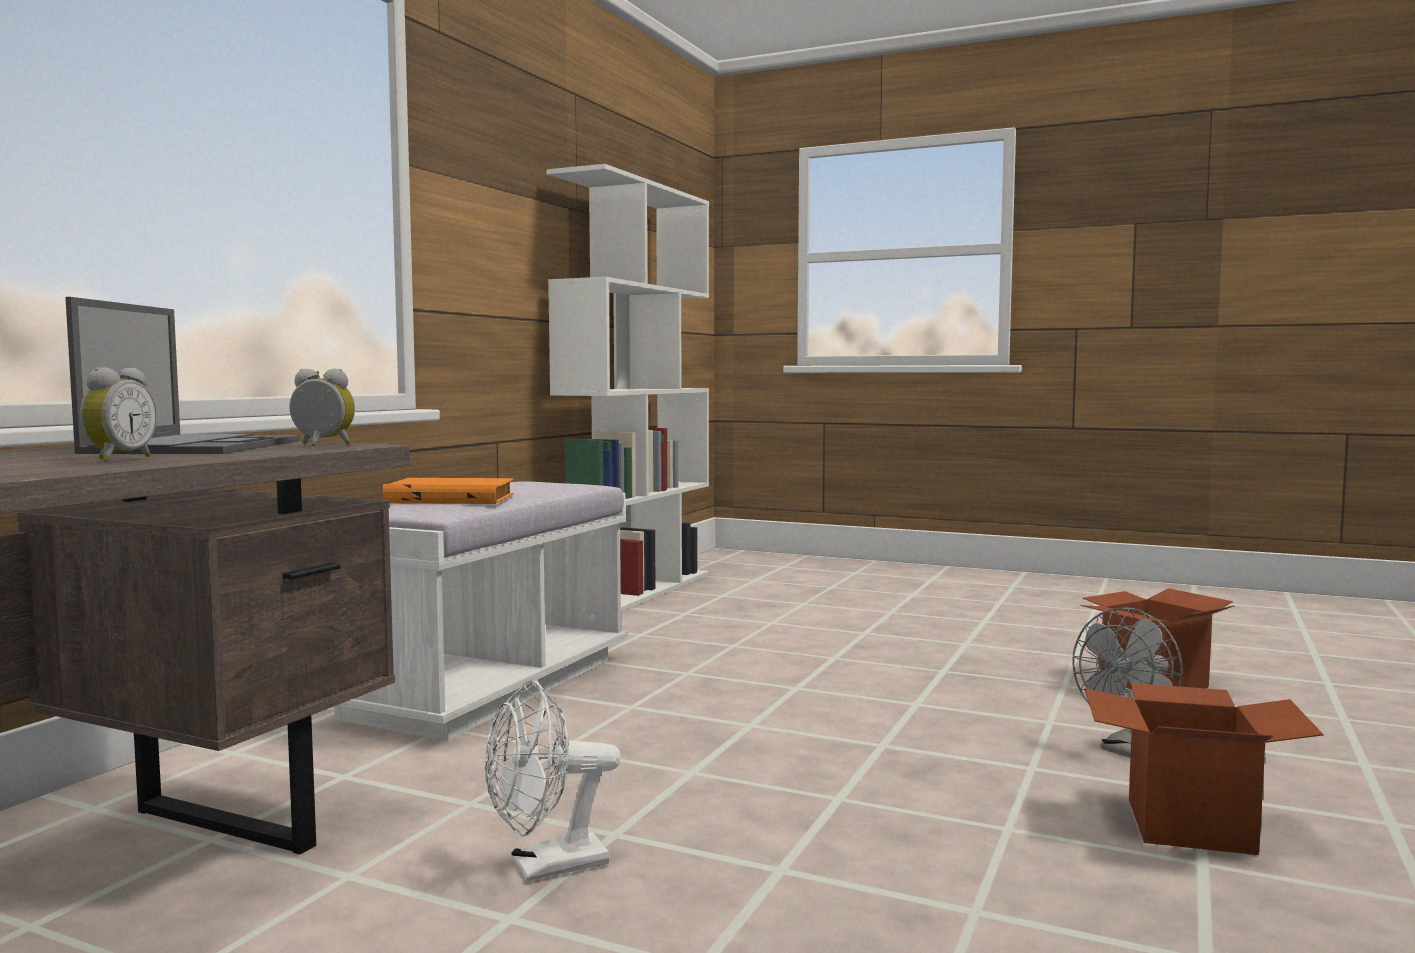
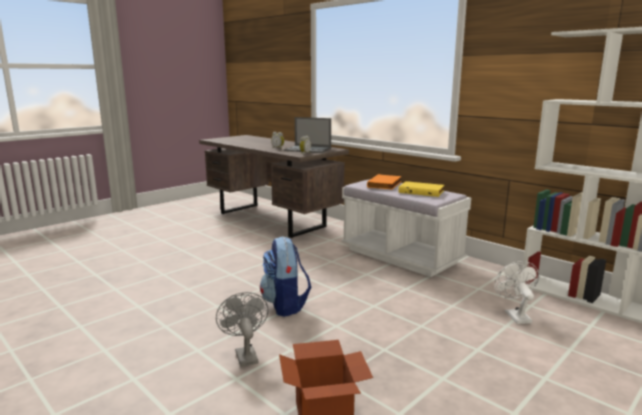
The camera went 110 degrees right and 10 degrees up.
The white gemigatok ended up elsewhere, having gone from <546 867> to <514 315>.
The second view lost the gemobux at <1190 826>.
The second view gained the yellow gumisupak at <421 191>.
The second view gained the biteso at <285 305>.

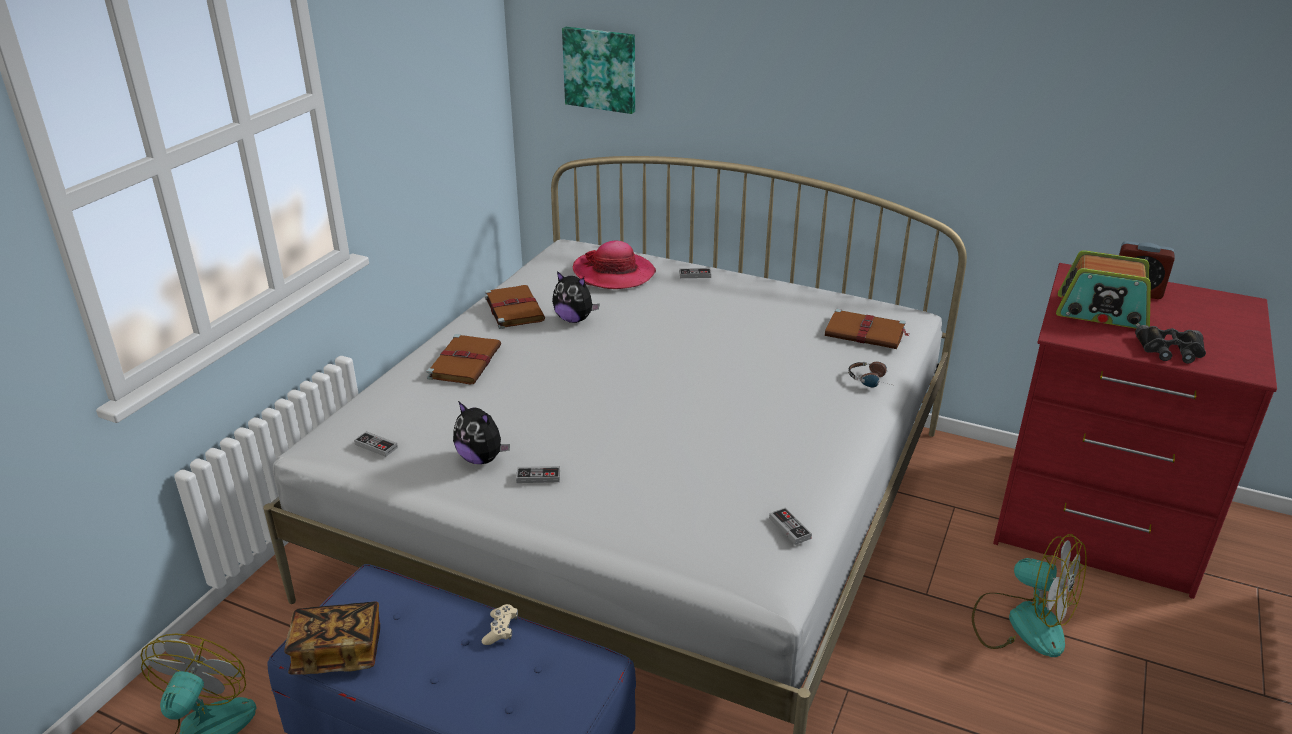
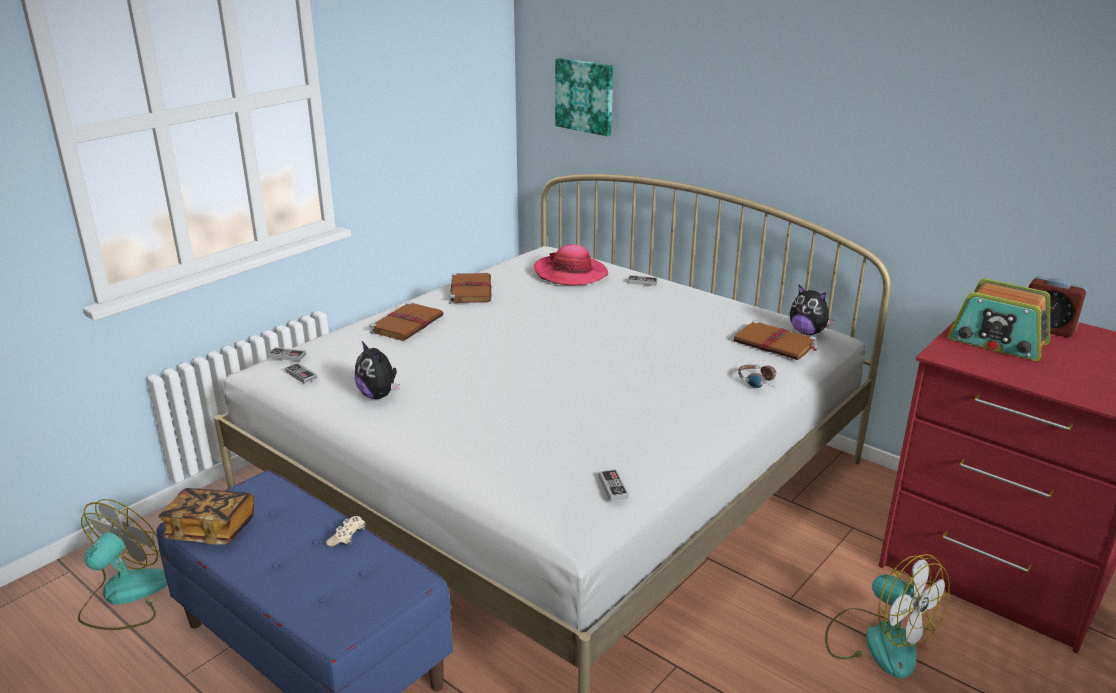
The camera went 15 degrees right and 5 degrees down.
The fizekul ended up elsewhere, having gone from <574 319> to <808 332>.
The second view lost the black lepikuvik at <1170 350>.
The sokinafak ended up elsewhere, having gone from <538 477> to <287 356>.

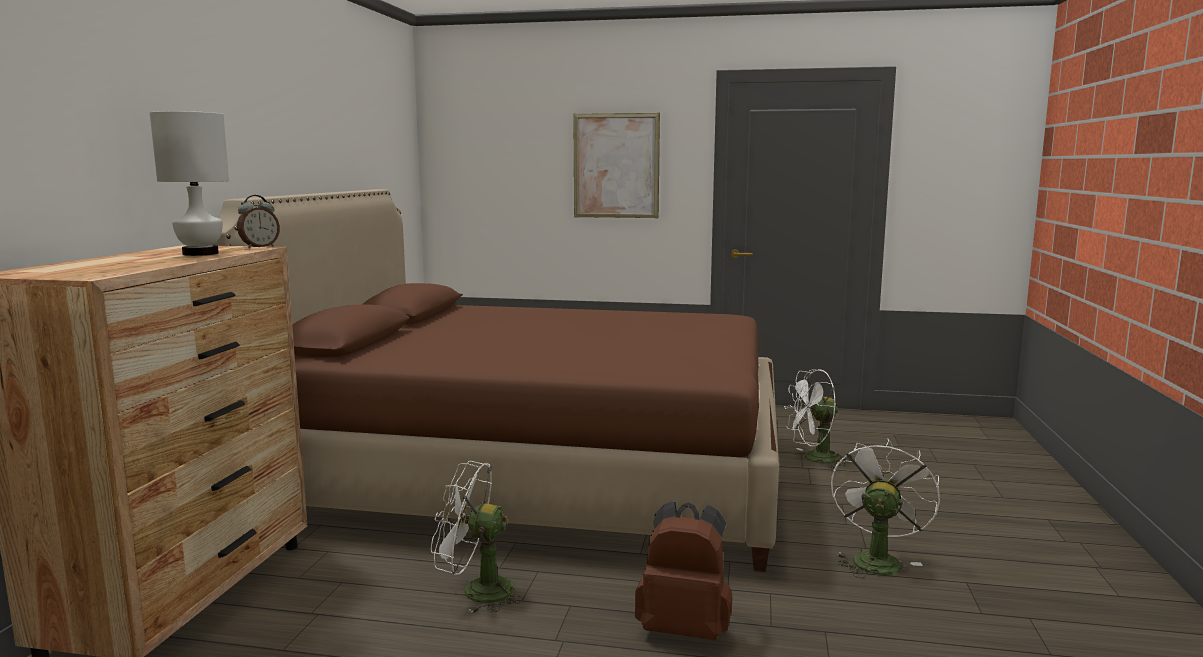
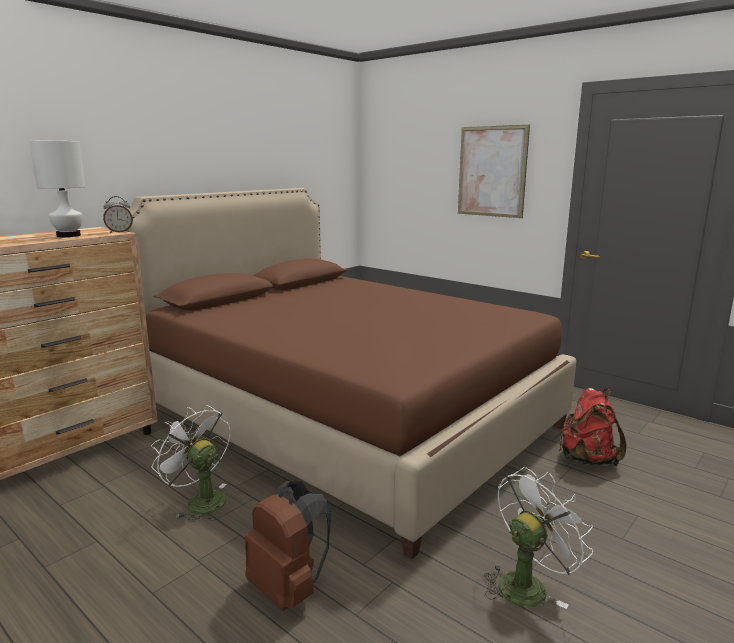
The camera went 30 degrees right and 5 degrees up.
Where the white gemigatok stood at <814 459>, the red biteso came to stand at <587 460>.

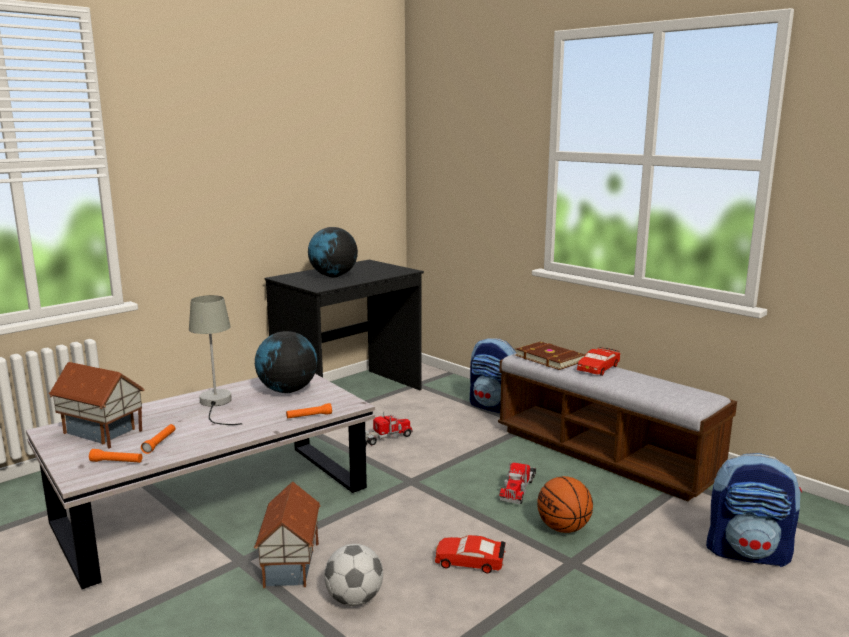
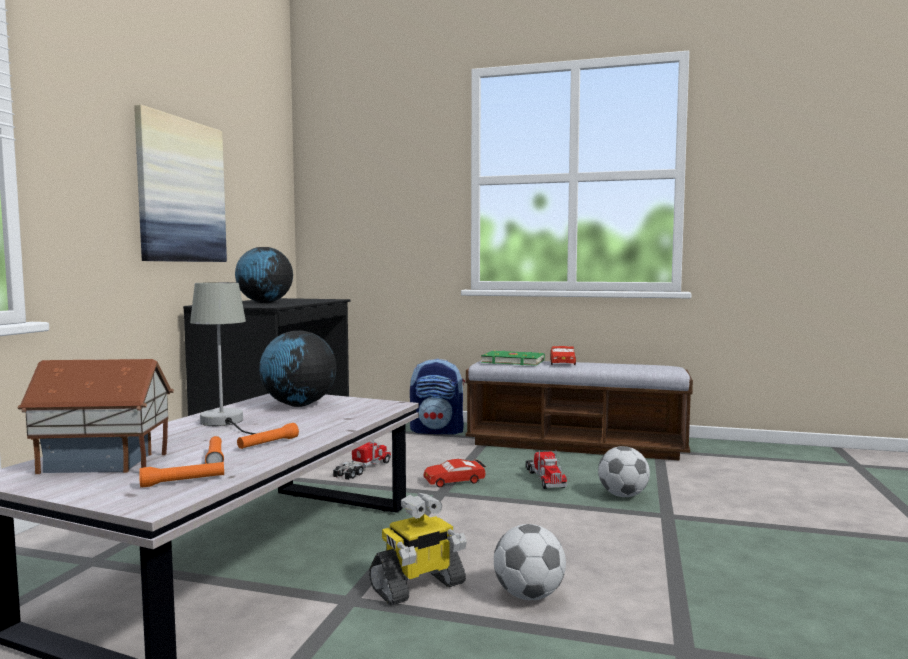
The camera went 30 degrees left and 10 degrees down.
What was the brown gumisupak at <550 358> turned into the green gumisupak at <513 361>.
The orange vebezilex ended up elsewhere, having gone from <309 416> to <268 444>.
The second view lost the biteso at <748 553>.
Where the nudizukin stood at <563 528>, the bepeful came to stand at <623 495>.
Where the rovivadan stood at <292 565>, the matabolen came to stand at <418 586>.
The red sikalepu ended up elsewhere, having gone from <470 561> to <454 480>.
The second view gained the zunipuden at <181 191>.

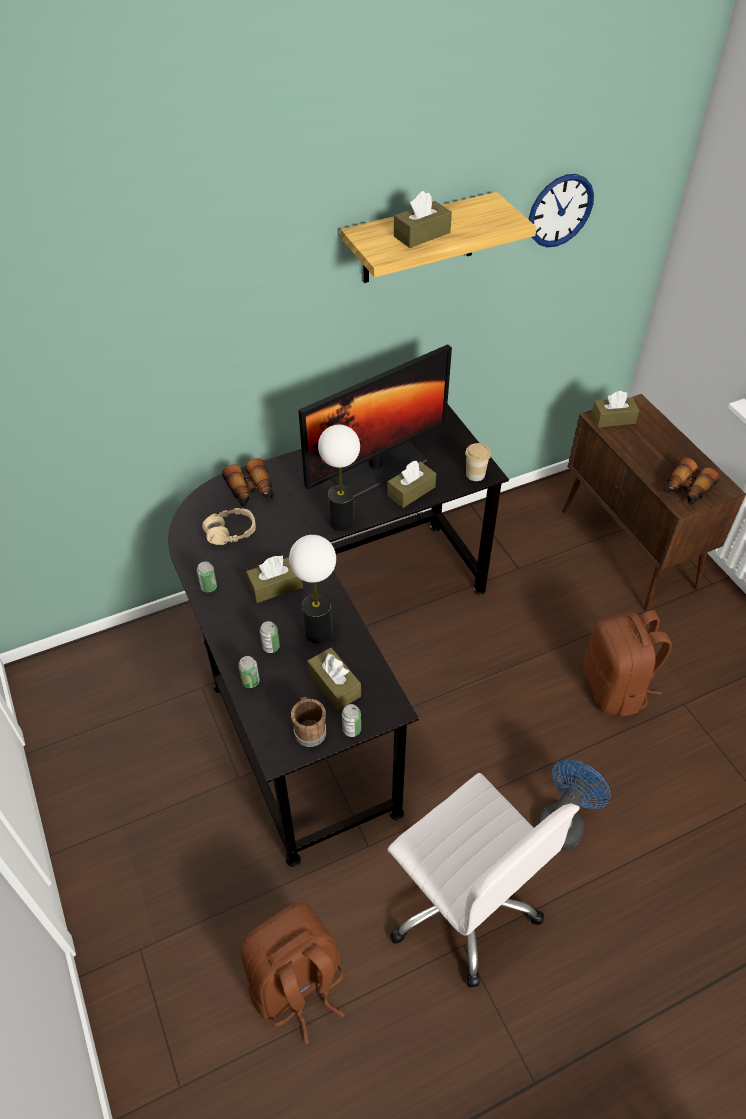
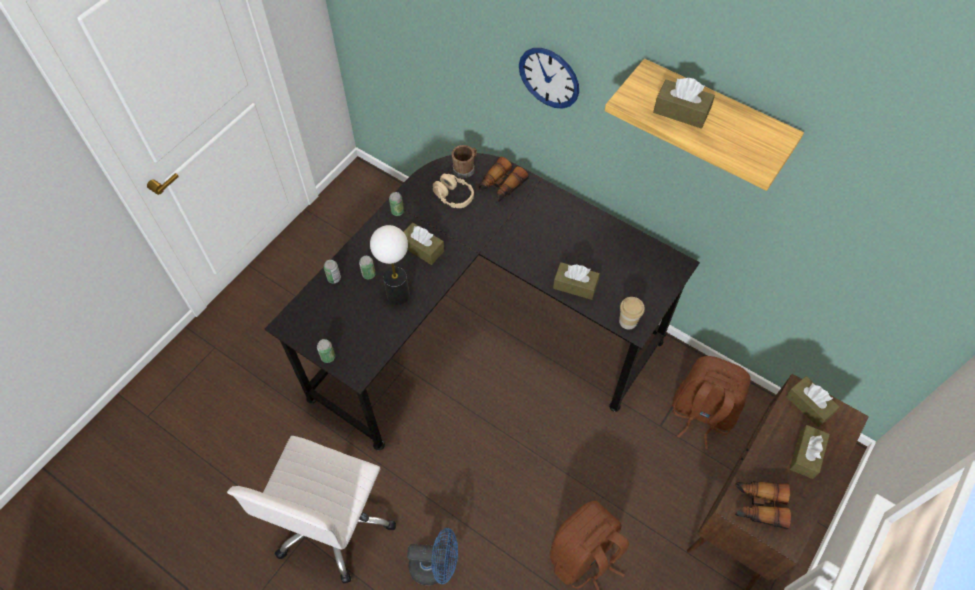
The camera went 60 degrees right and 10 degrees up.
The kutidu ended up elsewhere, having gone from <560 210> to <549 77>.
The second view lost the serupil at <377 467>.
The second view lost the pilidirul at <342 521>.
The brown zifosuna ended up elsewhere, having gone from <334 685> to <806 455>.
The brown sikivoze ended up elsewhere, having gone from <309 729> to <465 168>.
The brown biteso ended up elsewhere, having gone from <297 985> to <701 413>.

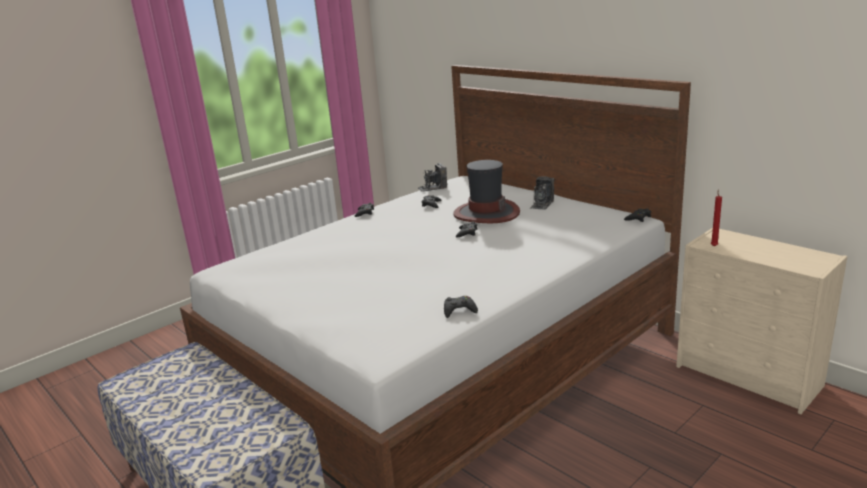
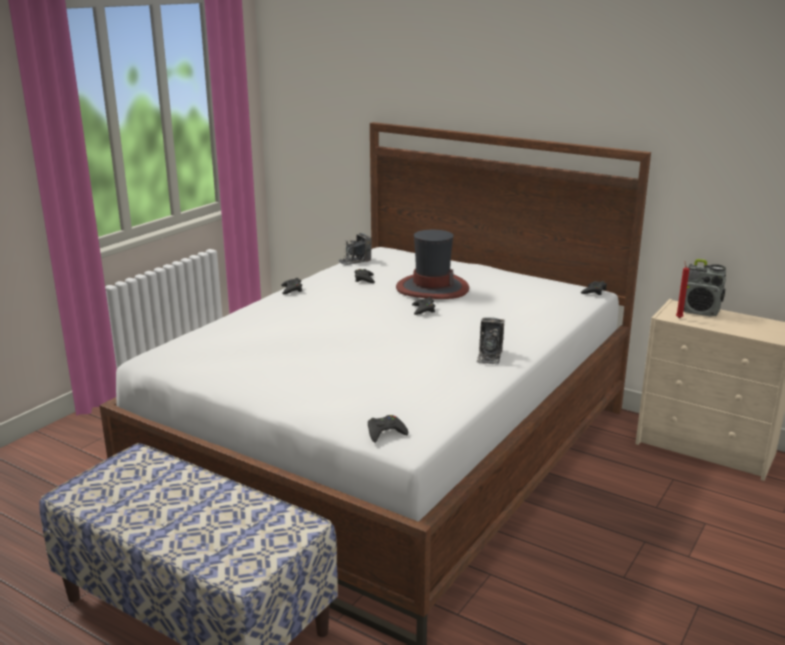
The camera went 15 degrees left and 0 degrees up.
The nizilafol ended up elsewhere, having gone from <542 204> to <489 355>.
The black sokinafak ended up elsewhere, having gone from <459 310> to <385 432>.
The second view gained the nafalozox at <700 311>.

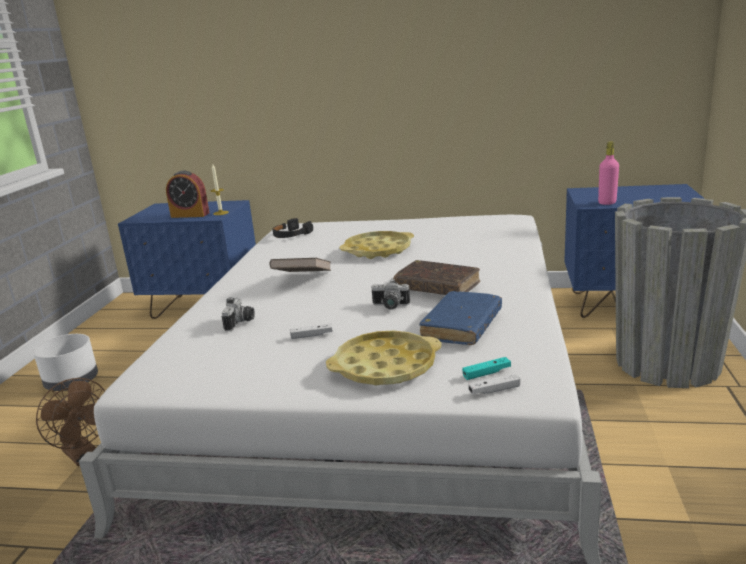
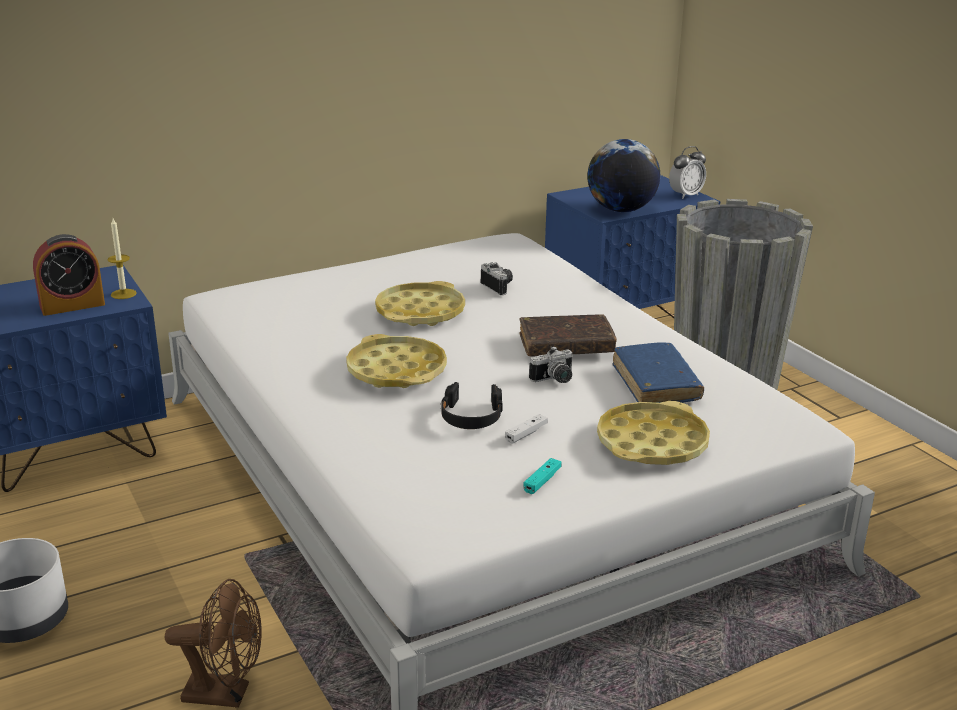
The camera went 40 degrees left and 5 degrees up.
Where the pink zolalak stood at <607 203>, the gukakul came to stand at <621 210>.
The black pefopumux ended up elsewhere, having gone from <291 234> to <471 416>.
Where the brown gumisupak stood at <303 280>, the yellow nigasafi came to stand at <397 371>.
The nizilafol ended up elsewhere, having gone from <241 322> to <500 287>.
The turquoise sokinafak ended up elsewhere, having gone from <486 373> to <542 481>.
The second view lost the white sokinafak at <494 390>.
The second view gained the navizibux at <685 195>.

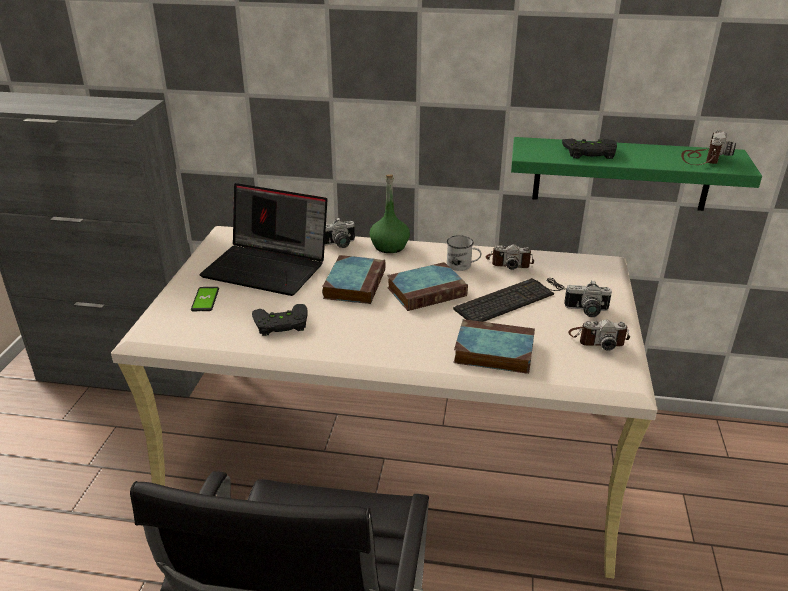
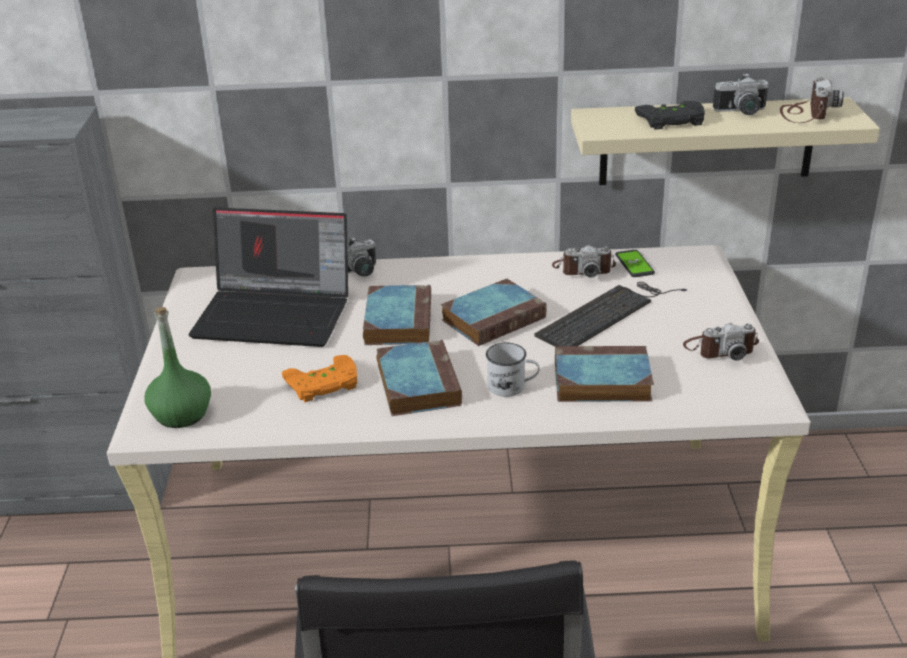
The camera went 10 degrees left and 0 degrees up.
What was the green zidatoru at <621 174> turned into the beige zidatoru at <707 142>.
The green zolalak ended up elsewhere, having gone from <389 246> to <181 414>.
The white sikivoze ended up elsewhere, having gone from <463 265> to <512 387>.
The nizilafol ended up elsewhere, having gone from <586 311> to <741 112>.
The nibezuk ended up elsewhere, having gone from <205 300> to <634 264>.
What was the black sokinafak at <281 325> turned into the orange sokinafak at <323 385>.
The second view gained the gumisupak at <417 383>.

